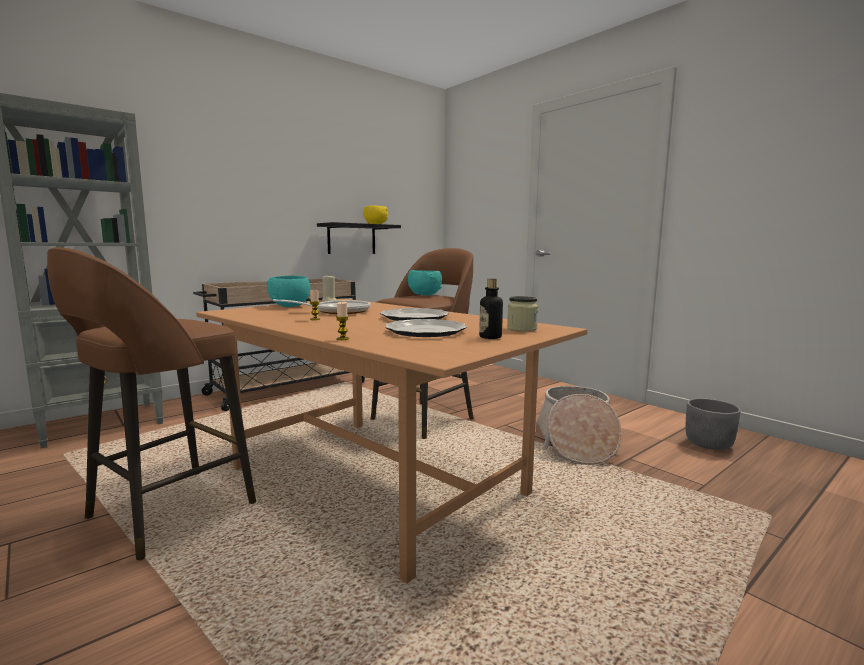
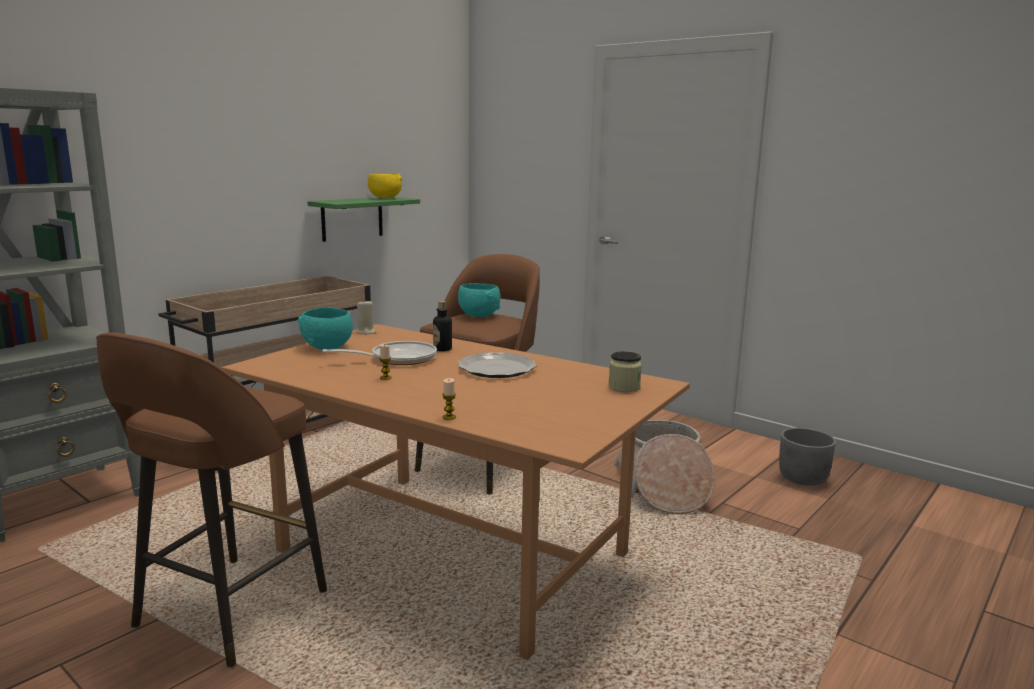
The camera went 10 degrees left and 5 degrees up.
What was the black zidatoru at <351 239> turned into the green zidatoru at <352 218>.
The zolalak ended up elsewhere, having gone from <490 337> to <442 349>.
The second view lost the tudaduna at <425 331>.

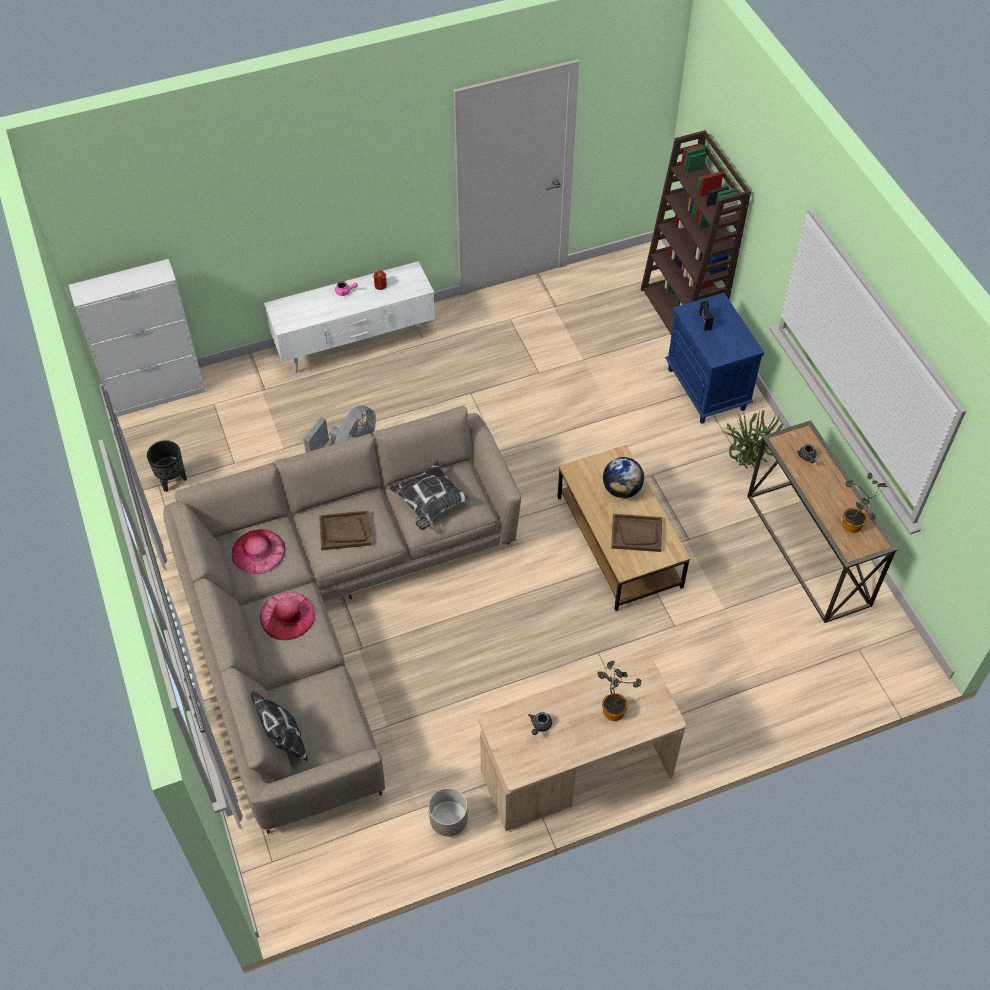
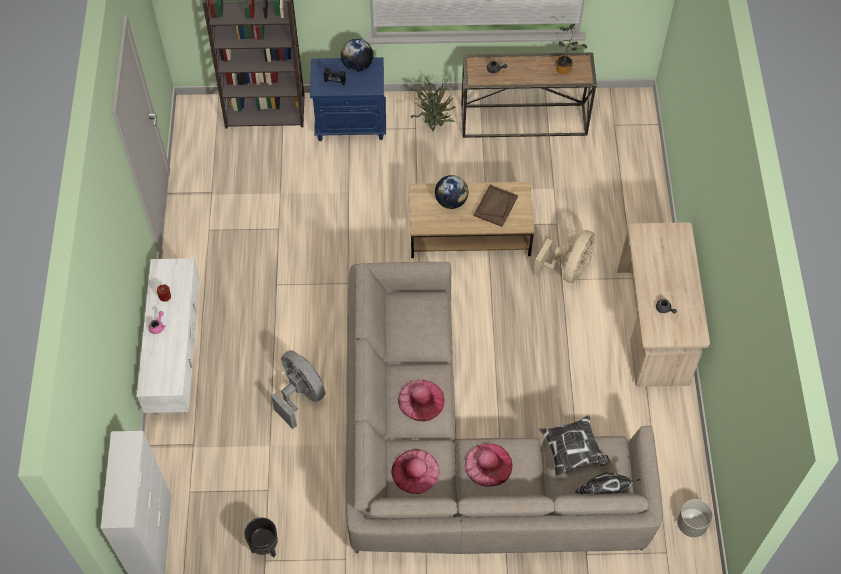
The camera went 70 degrees left and 5 degrees up.
The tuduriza ended up elsewhere, having gone from <430 503> to <573 451>.
Where the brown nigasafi stood at <345 531>, the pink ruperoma came to stand at <421 400>.
The second view lost the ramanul at <613 708>.
The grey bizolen ended up elsewhere, having gone from <448 820> to <691 524>.
The second view gained the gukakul at <357 66>.
The second view gained the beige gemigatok at <568 269>.

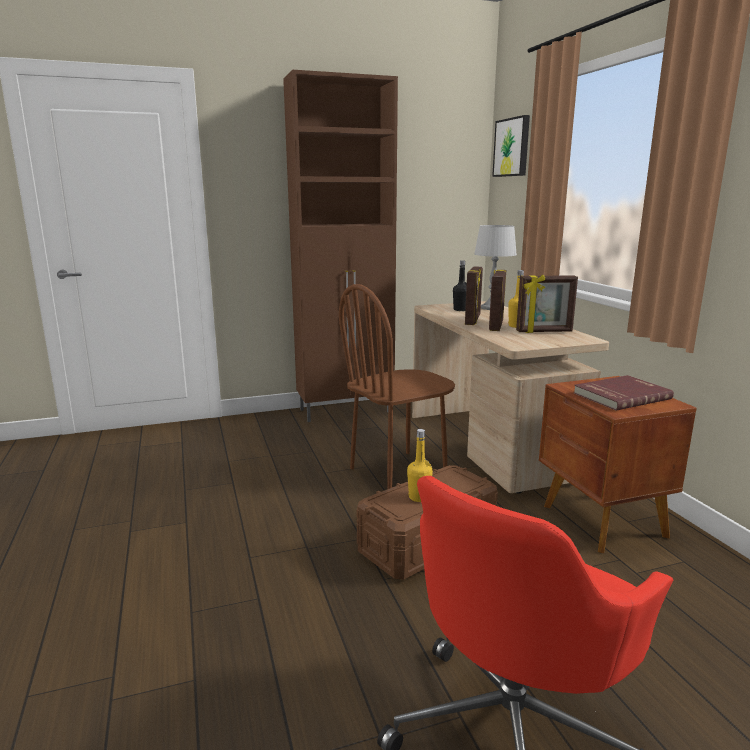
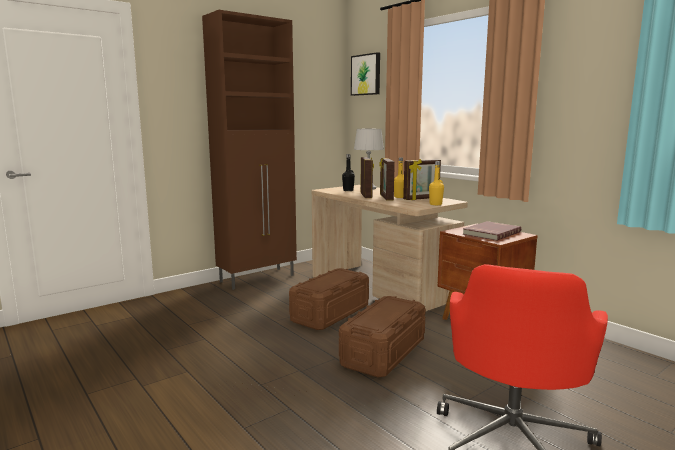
The camera went 20 degrees left and 5 degrees down.
Where the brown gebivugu stood at <398 472>, the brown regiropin came to stand at <330 313>.
The yellow zolalak ended up elsewhere, having gone from <419 497> to <435 204>.

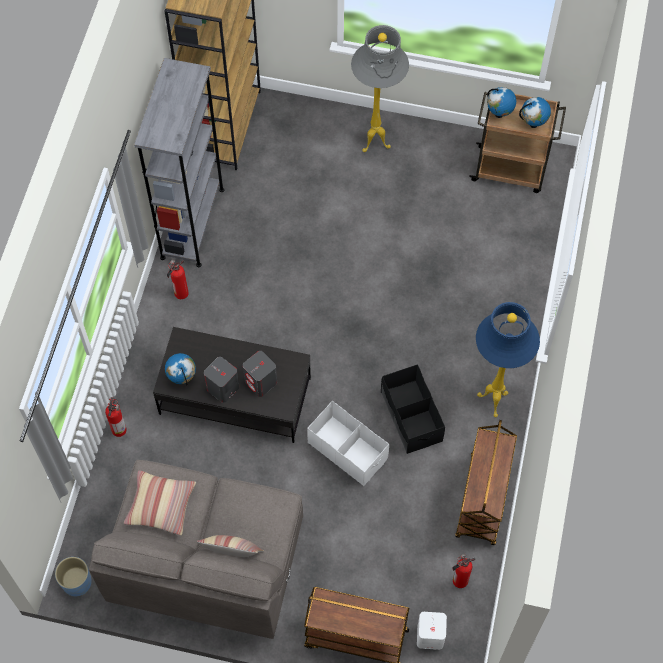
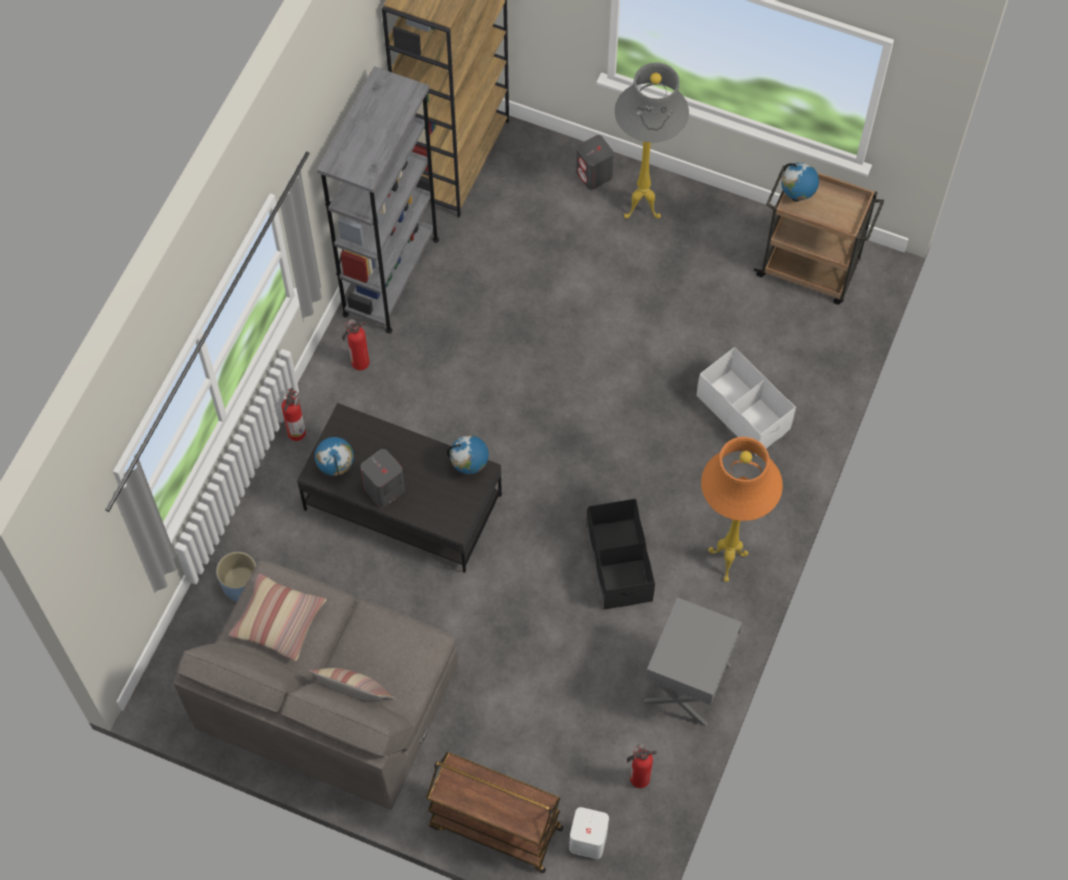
The camera went 10 degrees right and 0 degrees up.
The gukakul ended up elsewhere, having gone from <533 124> to <469 467>.
What was the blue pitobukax at <492 402> turned into the orange pitobukax at <725 562>.
The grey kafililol ended up elsewhere, having gone from <261 382> to <594 175>.
The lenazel ended up elsewhere, having gone from <119 429> to <297 431>.
The white regiropin ended up elsewhere, having gone from <348 450> to <743 412>.
Where the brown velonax stood at <483 500>, the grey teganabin came to stand at <689 683>.
The blue bizolen ended up elsewhere, having gone from <76 582> to <241 586>.

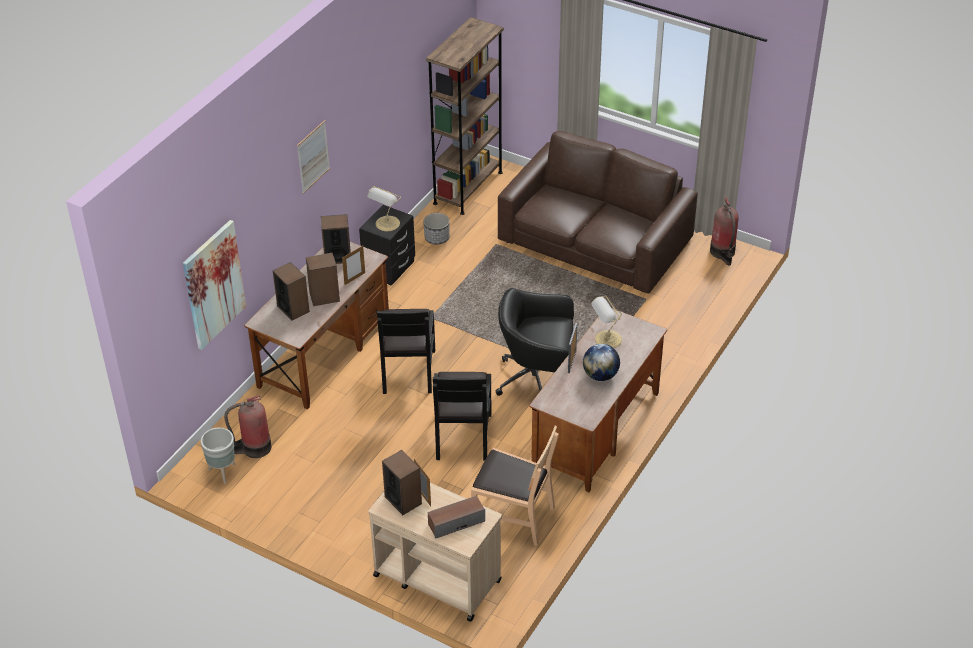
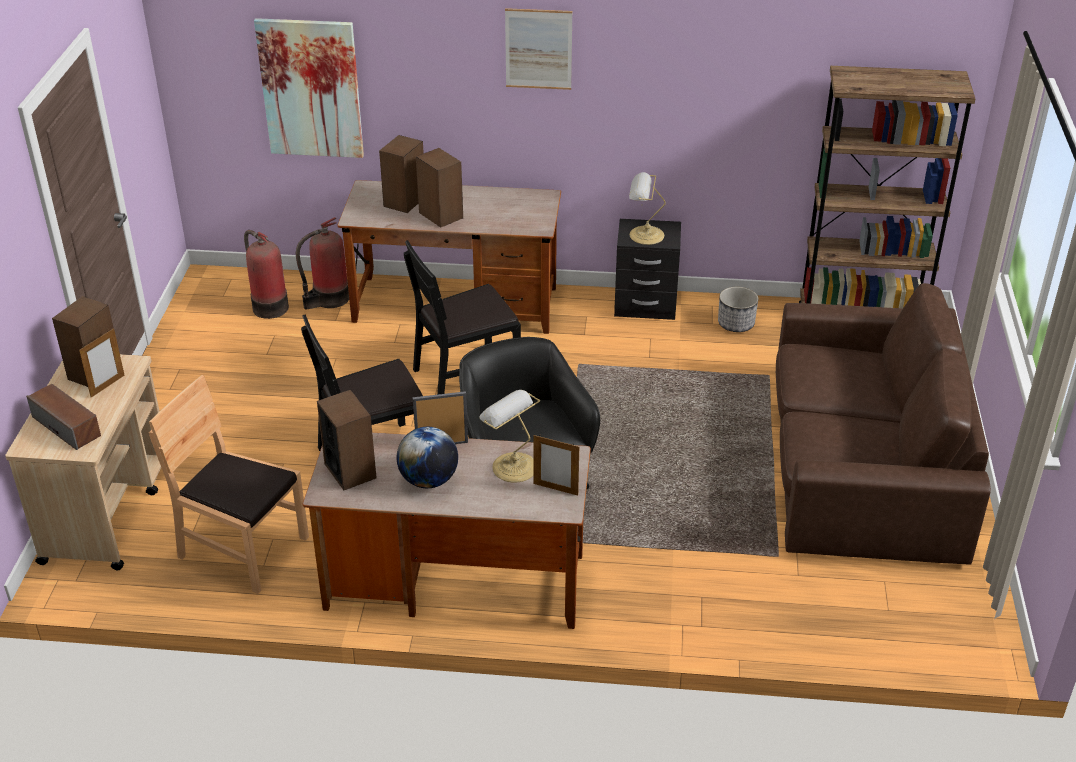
The camera went 65 degrees right and 5 degrees down.
The lenazel ended up elsewhere, having gone from <723 253> to <329 299>.
The kafililol ended up elsewhere, having gone from <337 257> to <350 470>.
The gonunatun ended up elsewhere, having gone from <354 278> to <555 489>.
The brown gebivugu at <513 517> ended up facing another way, 120 degrees clockwise from before.
The second view lost the grey bizolen at <222 472>.

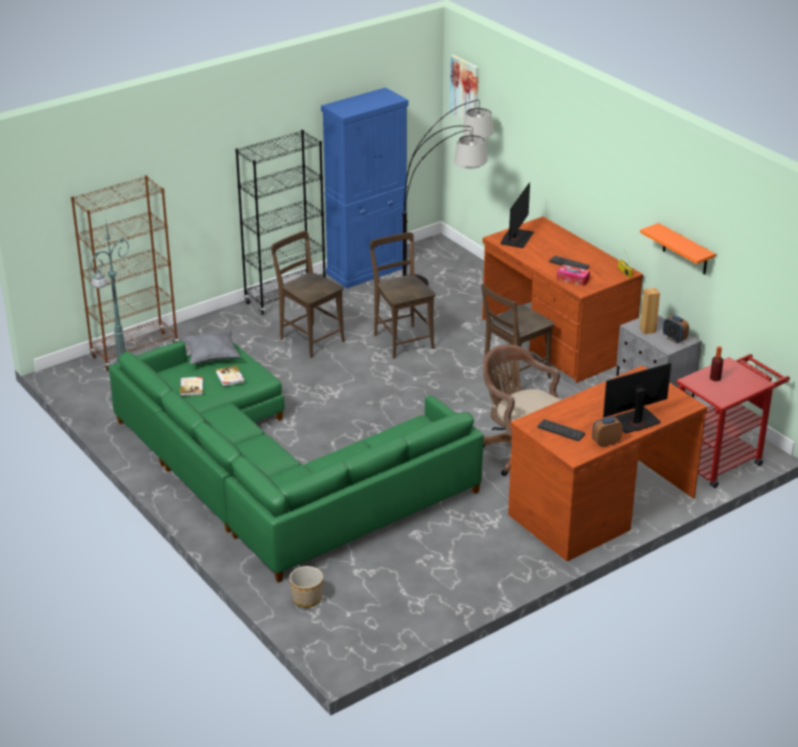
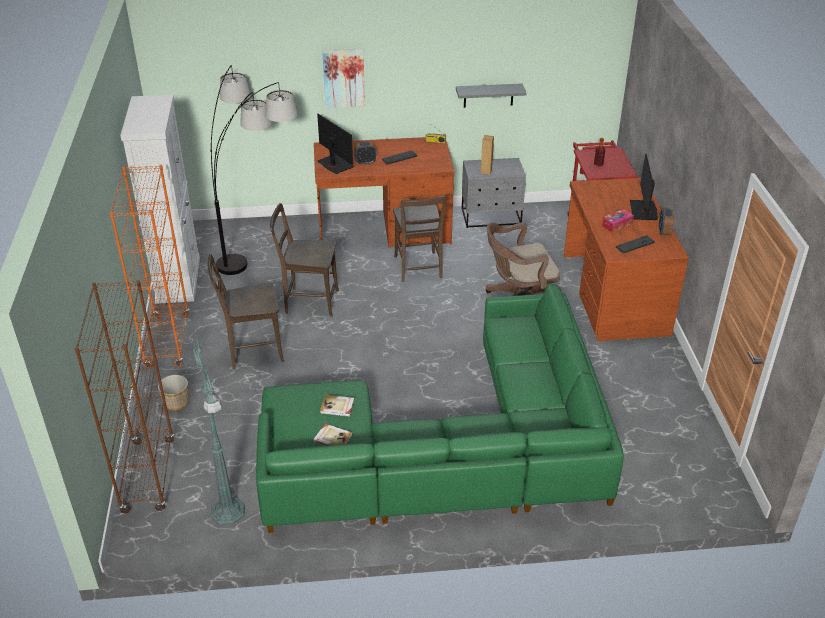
The camera went 60 degrees left and 5 degrees up.
The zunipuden ended up elsewhere, having gone from <465 90> to <343 78>.
What was the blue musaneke at <367 270> turned into the white musaneke at <178 279>.
What was the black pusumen at <285 298> turned into the orange pusumen at <167 341>.
What was the orange zidatoru at <685 250> turned into the grey zidatoru at <488 95>.
The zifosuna ended up elsewhere, having gone from <573 279> to <617 224>.
The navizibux ended up elsewhere, having gone from <674 339> to <365 162>.
The second view lost the grey tuduriza at <212 357>.
The bizolen ended up elsewhere, having gone from <306 598> to <176 403>.

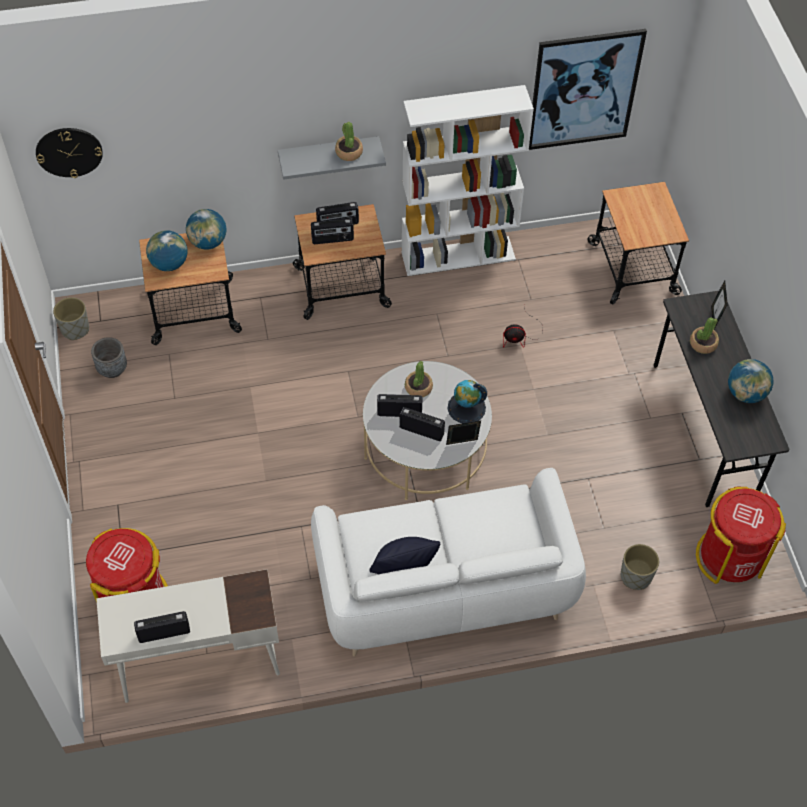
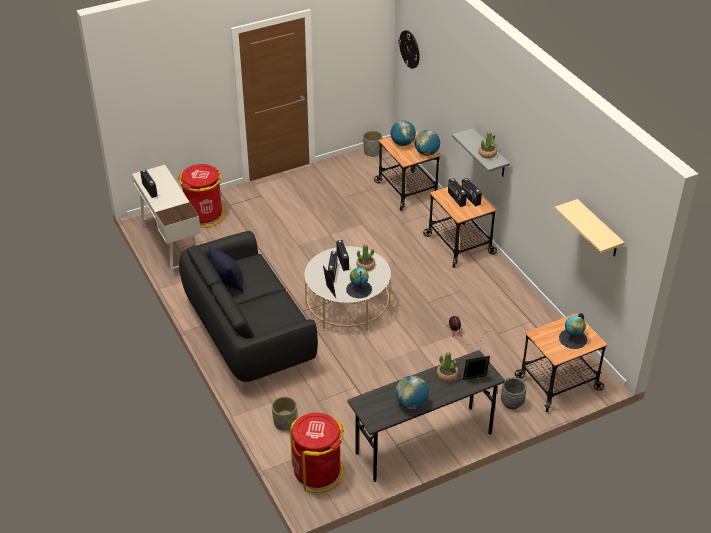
The camera went 75 degrees right and 15 degrees down.
Where the zunipuden hung at <584 90>, the beige zidatoru came to hang at <598 229>.
The second view lost the white pusumen at <458 255>.
The grey bizolen ended up elsewhere, having gone from <112 369> to <512 403>.
What was the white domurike at <445 586> turned into the black domurike at <249 333>.
The second view gained the gukakul at <573 339>.

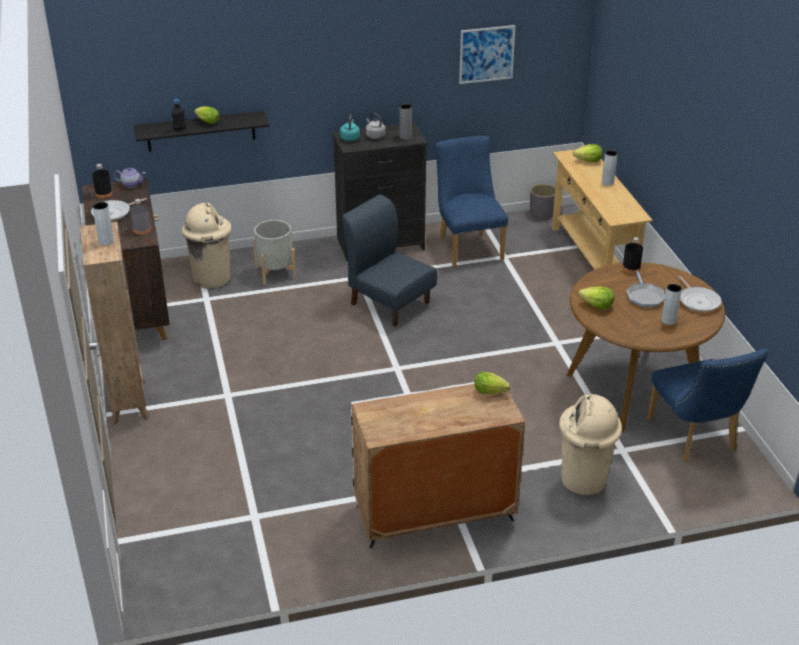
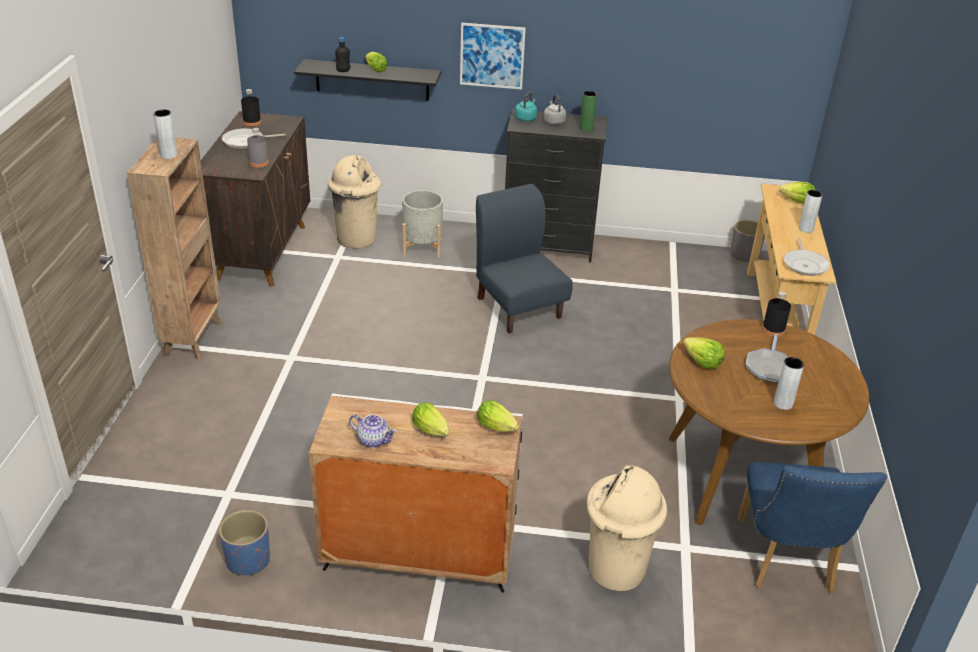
The camera went 20 degrees right and 0 degrees up.
The zunipuden ended up elsewhere, having gone from <486 54> to <492 56>.
What was the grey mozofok at <405 136> turned into the green mozofok at <586 129>.
The second view lost the blue gebivugu at <468 246>.
The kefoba ended up elsewhere, having gone from <131 184> to <374 440>.
The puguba ended up elsewhere, having gone from <698 301> to <805 264>.
The second view gained the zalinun at <432 431>.
The second view gained the blue bizolen at <247 560>.

